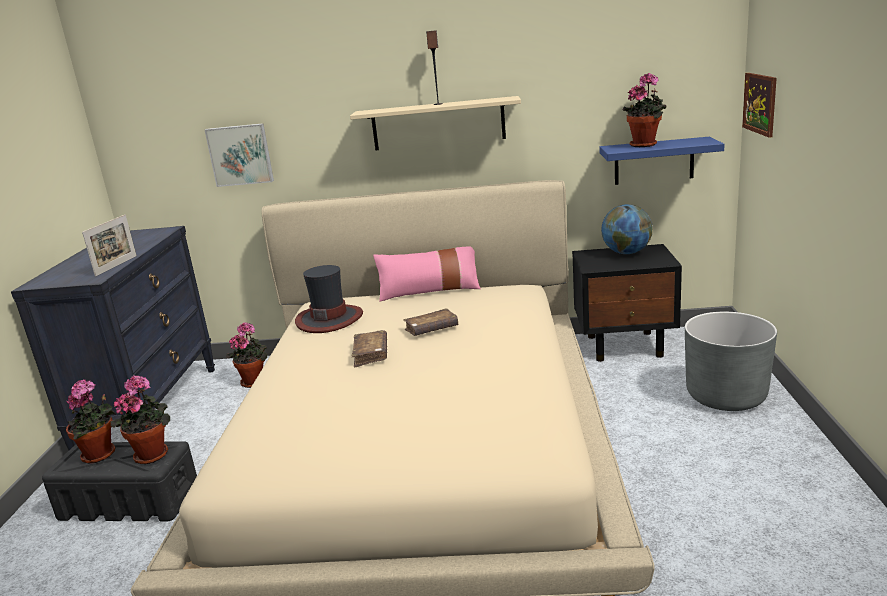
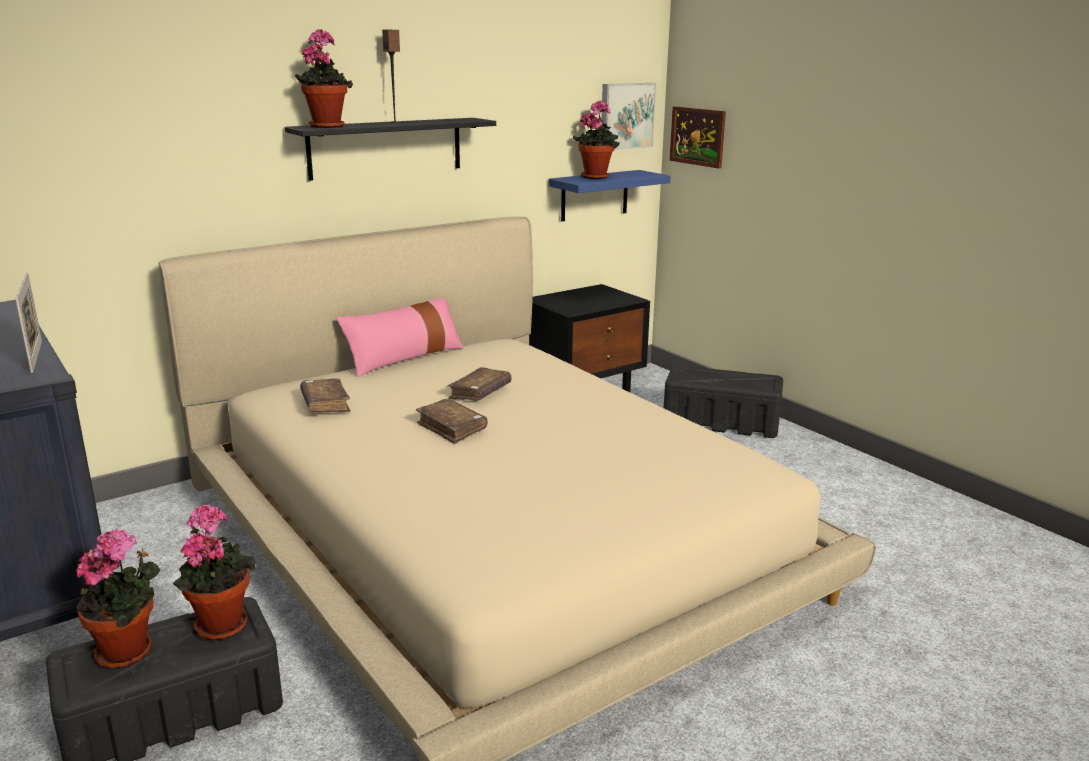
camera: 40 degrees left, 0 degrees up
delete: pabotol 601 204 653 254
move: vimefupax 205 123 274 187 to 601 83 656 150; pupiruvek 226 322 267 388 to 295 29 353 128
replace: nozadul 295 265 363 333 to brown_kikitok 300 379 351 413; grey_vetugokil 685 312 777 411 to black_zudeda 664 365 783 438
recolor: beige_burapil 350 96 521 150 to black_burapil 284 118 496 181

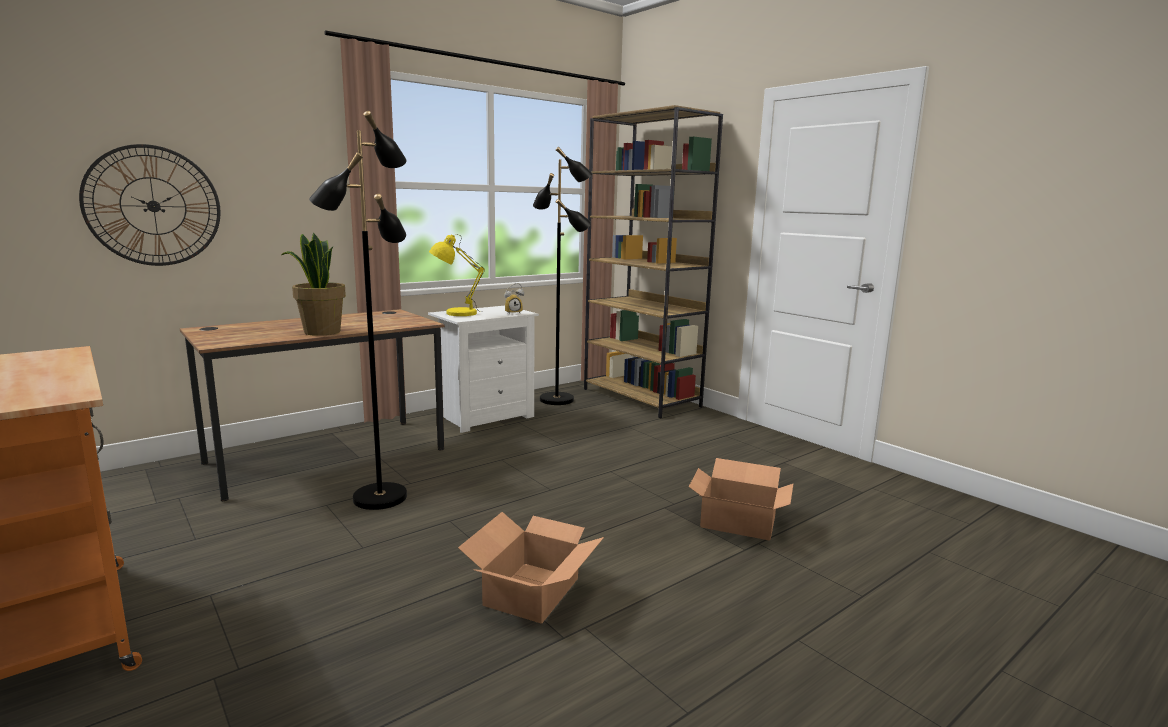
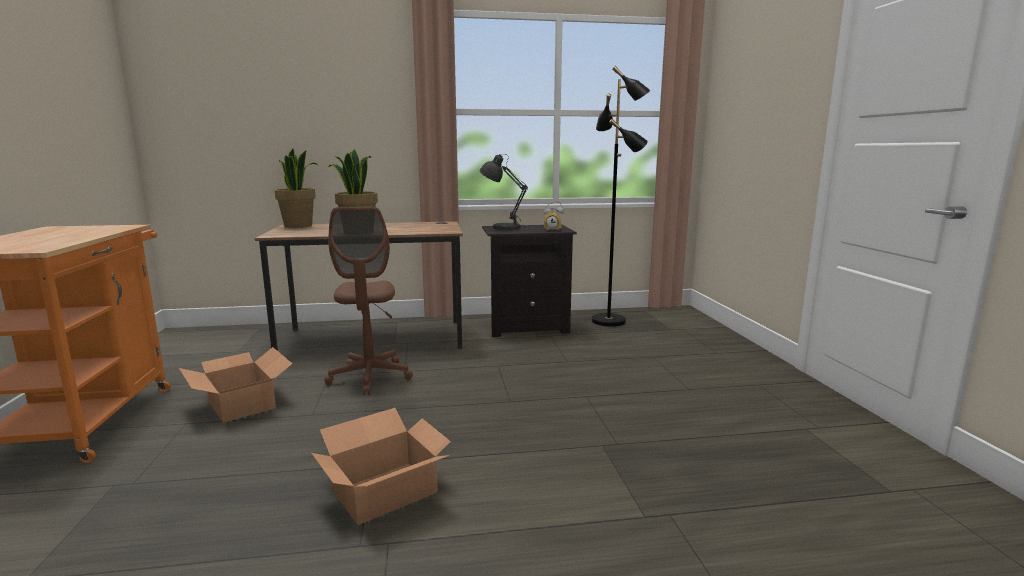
camera: 30 degrees right, 0 degrees up
delete: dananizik 79 144 221 266; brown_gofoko 584 105 723 418
insert: pupiruvek 274 149 318 228
move: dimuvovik 689 458 793 541 to 179 347 292 423
replace: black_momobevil 309 111 407 510 to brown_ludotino 324 207 413 395
recolor: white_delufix 428 306 539 433 to black_delufix 482 225 577 337; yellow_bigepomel 429 234 485 316 to grey_bigepomel 480 154 530 230

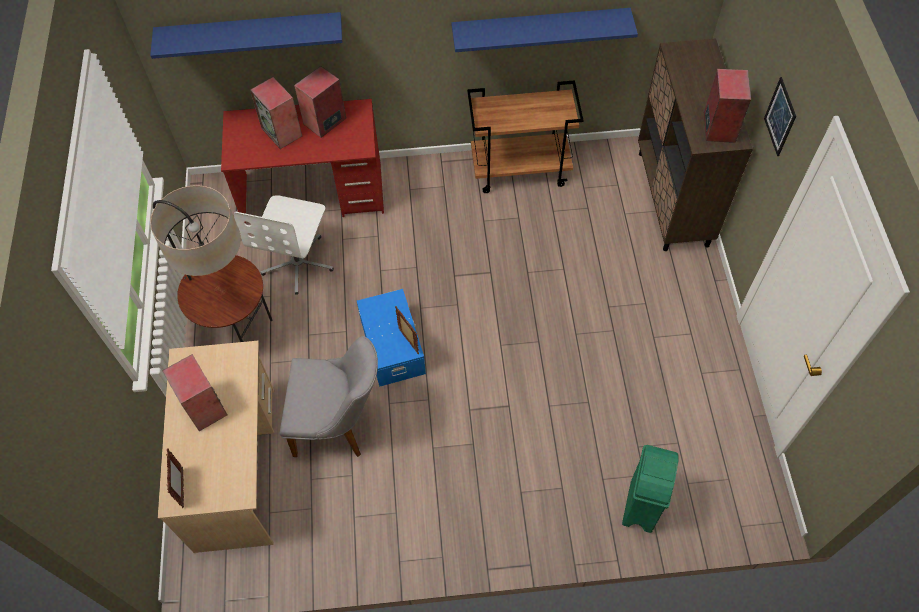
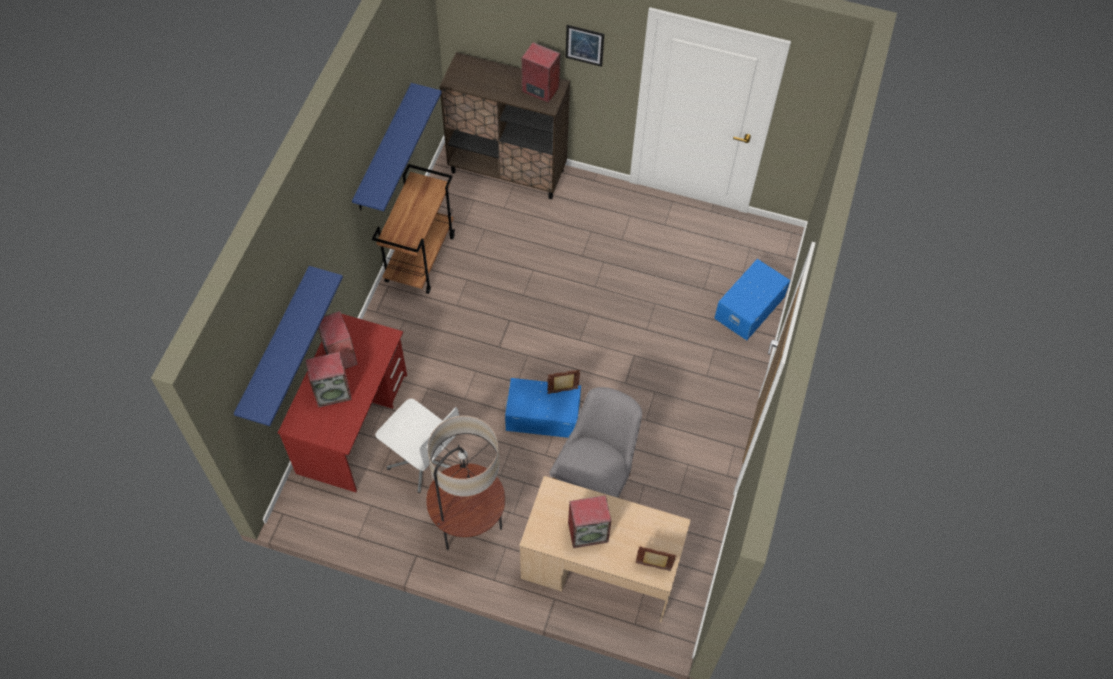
camera: 70 degrees left, 0 degrees up
replace: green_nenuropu 622 445 679 533 to blue_zudeda 714 259 790 340

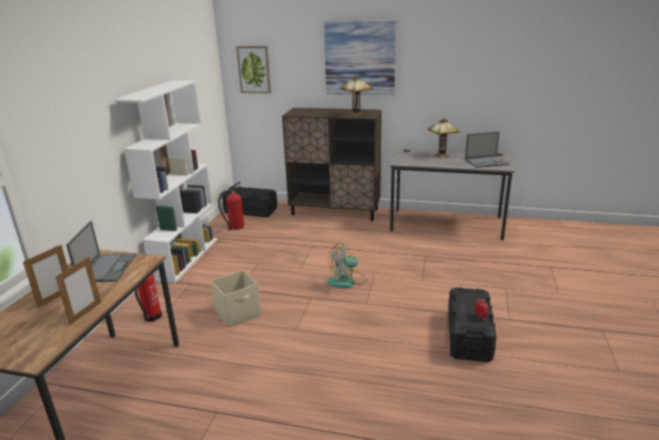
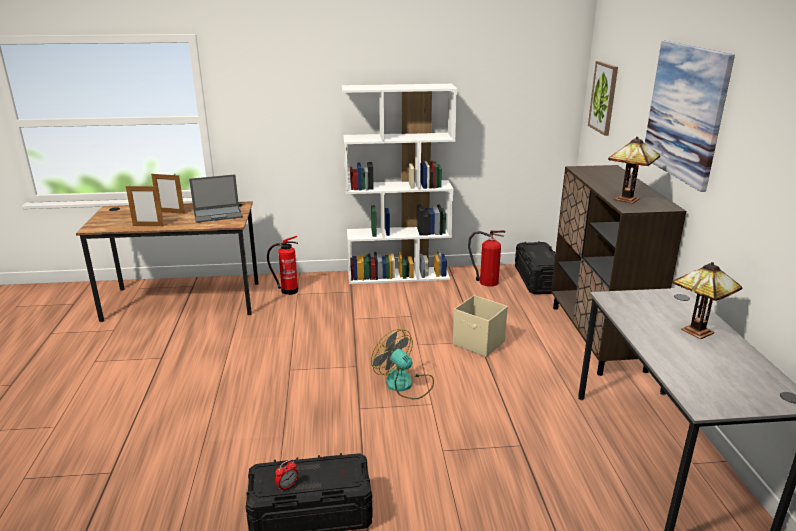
camera: 70 degrees right, 0 degrees up
delete: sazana 465 132 509 168
move: beige_zudeda 211 270 261 327 to 453 295 508 357

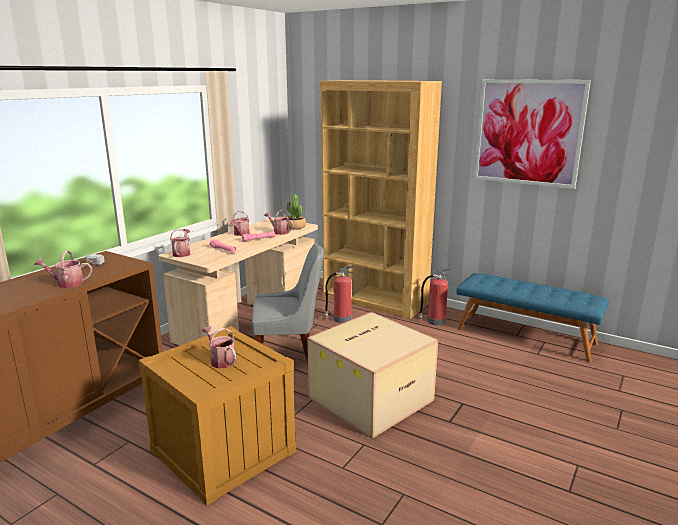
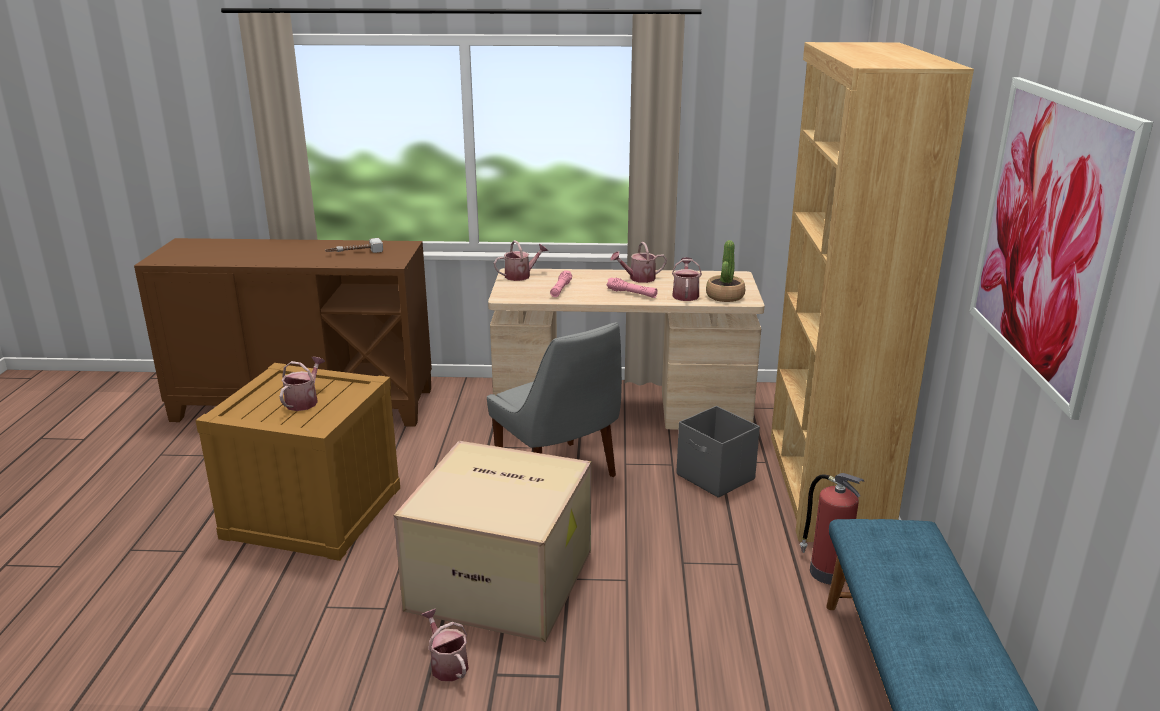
camera: 60 degrees right, 5 degrees up
move: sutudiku 34 250 92 288 to 421 609 469 681
replace: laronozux 324 265 354 323 to grey_zudeda 676 406 760 498

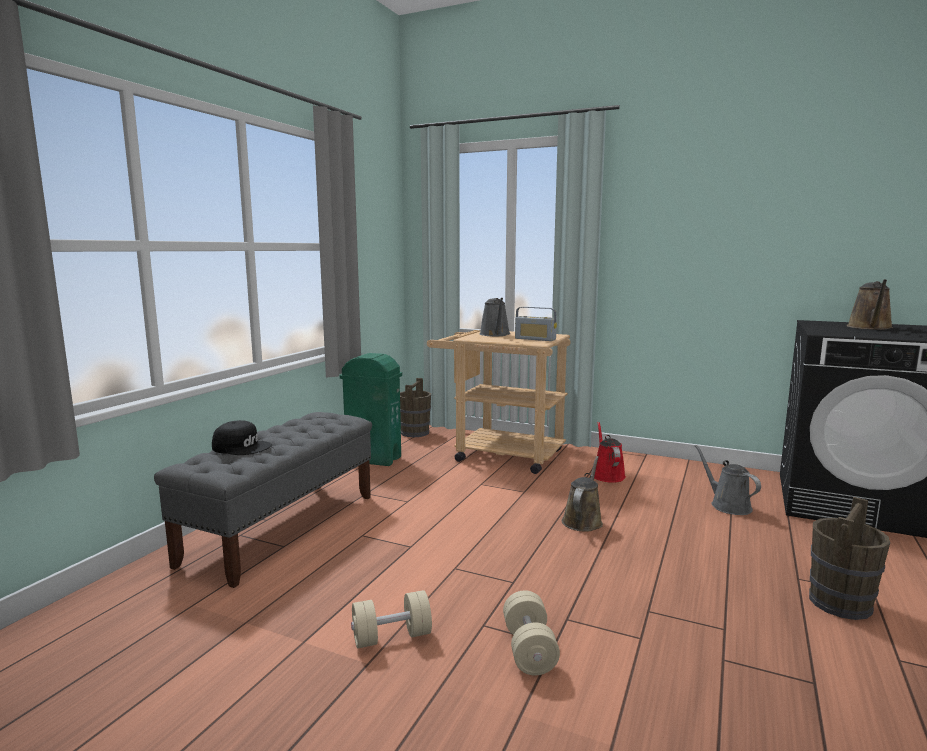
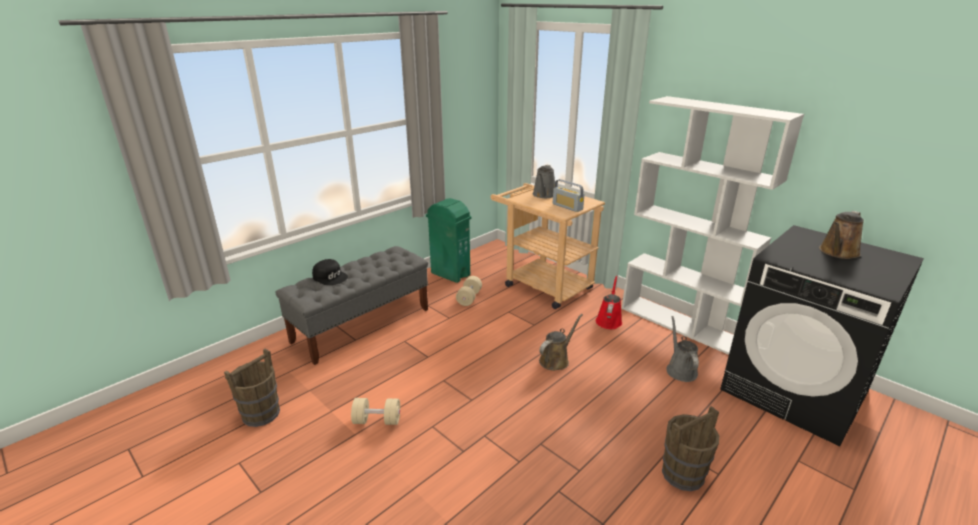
camera: 20 degrees right, 15 degrees up
insert: white_gofoko 622 96 804 355
move: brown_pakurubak 400 378 431 437 to 224 349 280 427; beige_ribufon 503 590 560 675 to 456 276 482 306

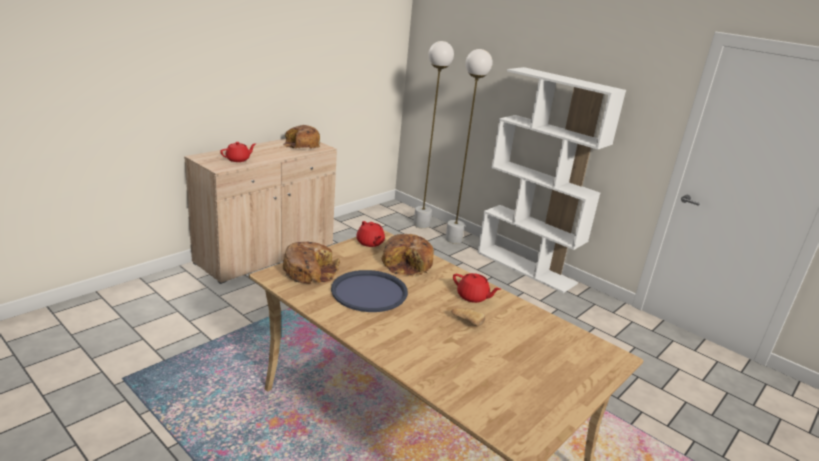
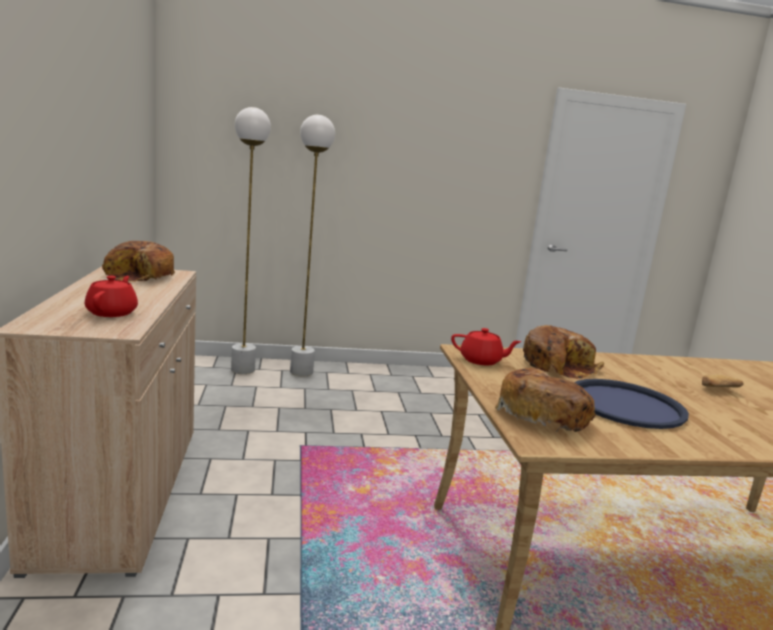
camera: 50 degrees left, 10 degrees down
delete: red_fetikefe 453 273 501 303; white_gofoko 477 67 626 293

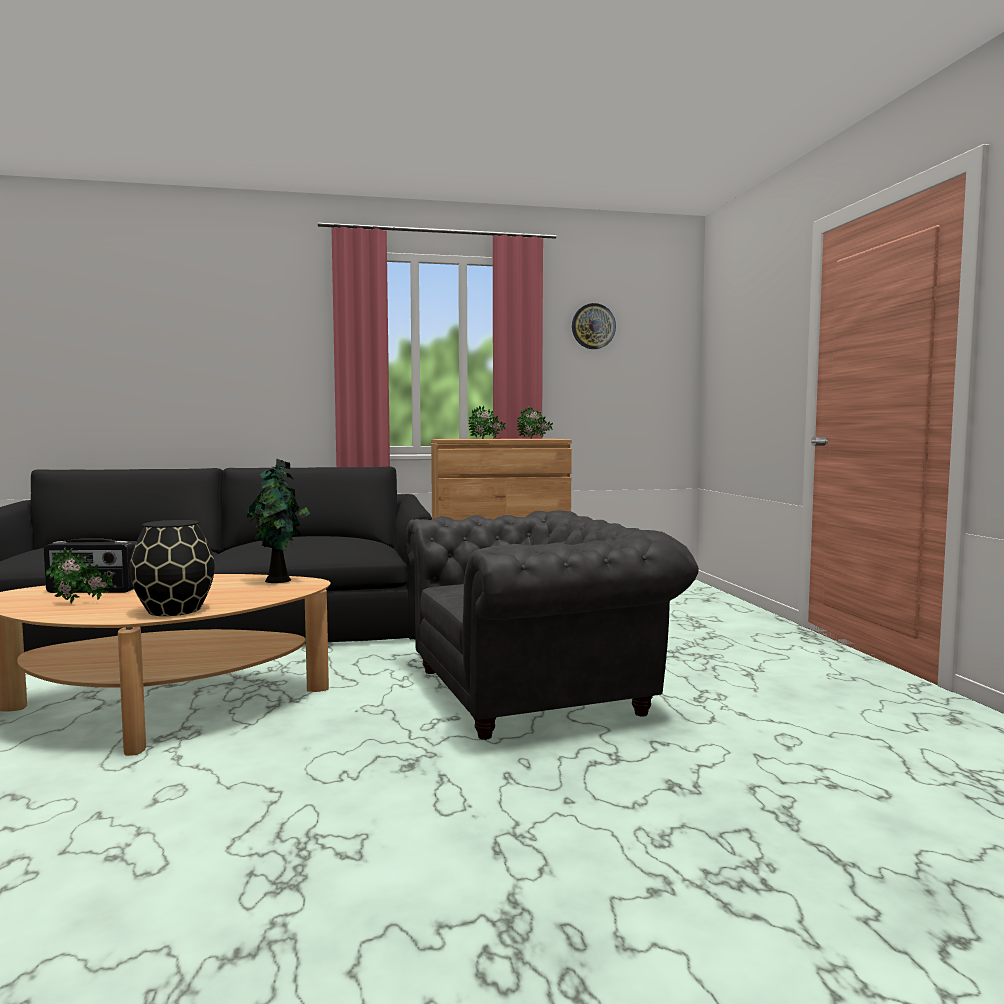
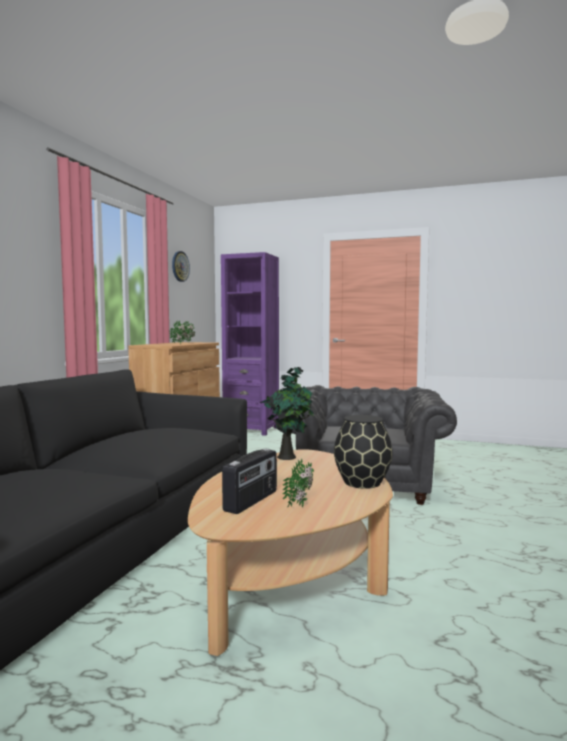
camera: 60 degrees left, 0 degrees up
insert: purple_gofoko 221 252 279 436

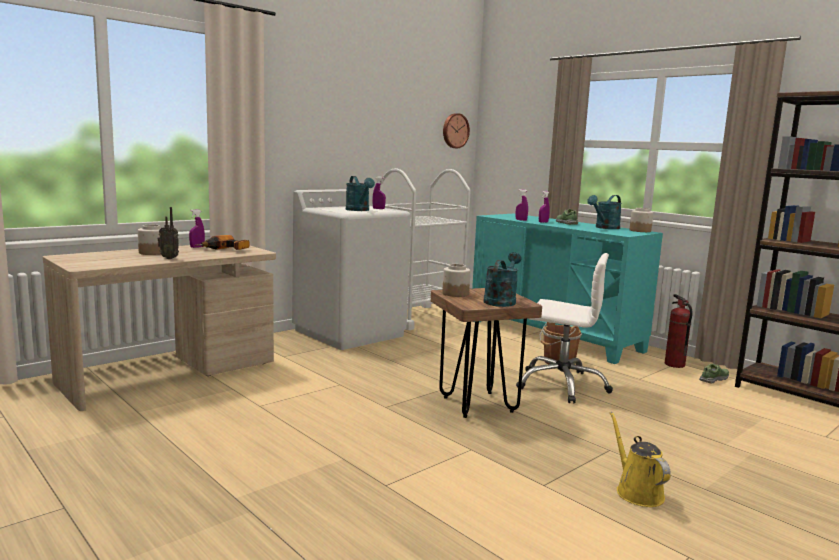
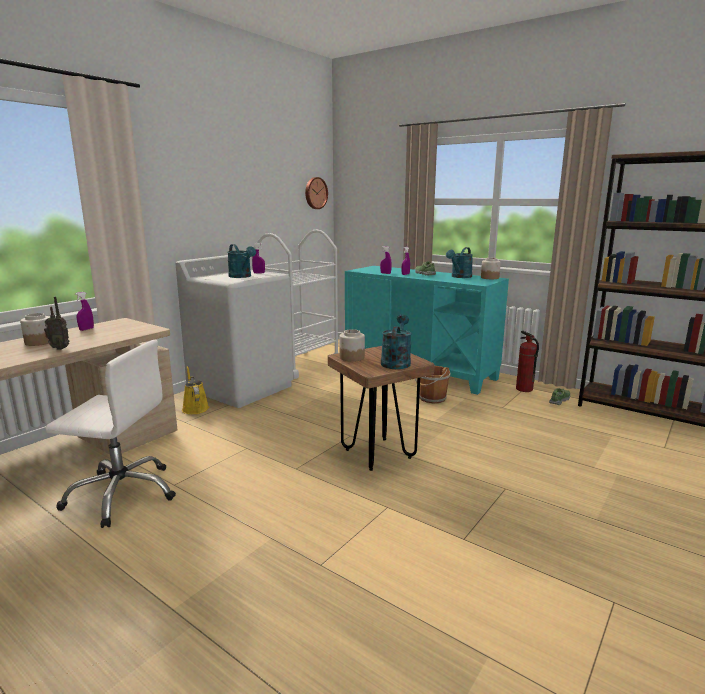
camera: 10 degrees left, 5 degrees up
delete: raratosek 195 235 250 250
move: white_ludotino 516 253 613 403 to 45 340 176 528; yellow_sutudiku 610 412 671 507 to 182 366 209 414

